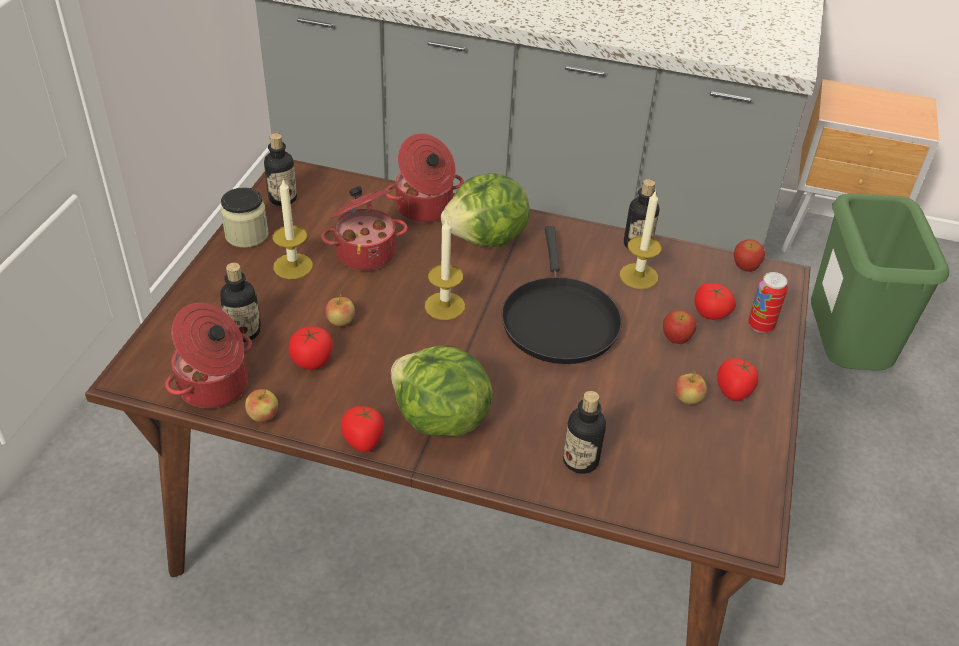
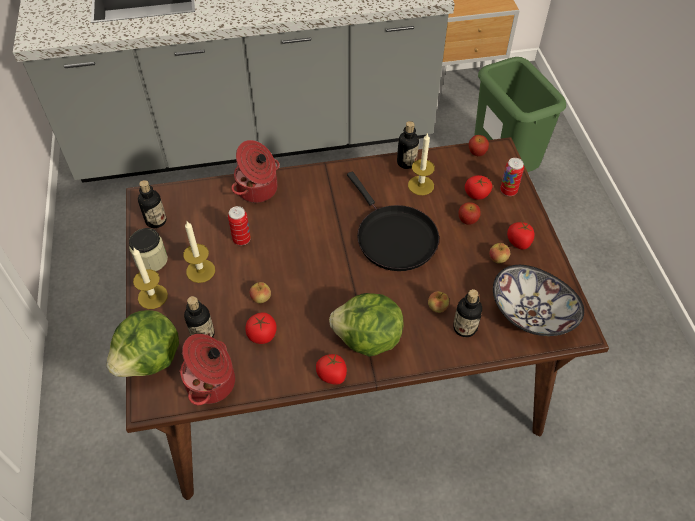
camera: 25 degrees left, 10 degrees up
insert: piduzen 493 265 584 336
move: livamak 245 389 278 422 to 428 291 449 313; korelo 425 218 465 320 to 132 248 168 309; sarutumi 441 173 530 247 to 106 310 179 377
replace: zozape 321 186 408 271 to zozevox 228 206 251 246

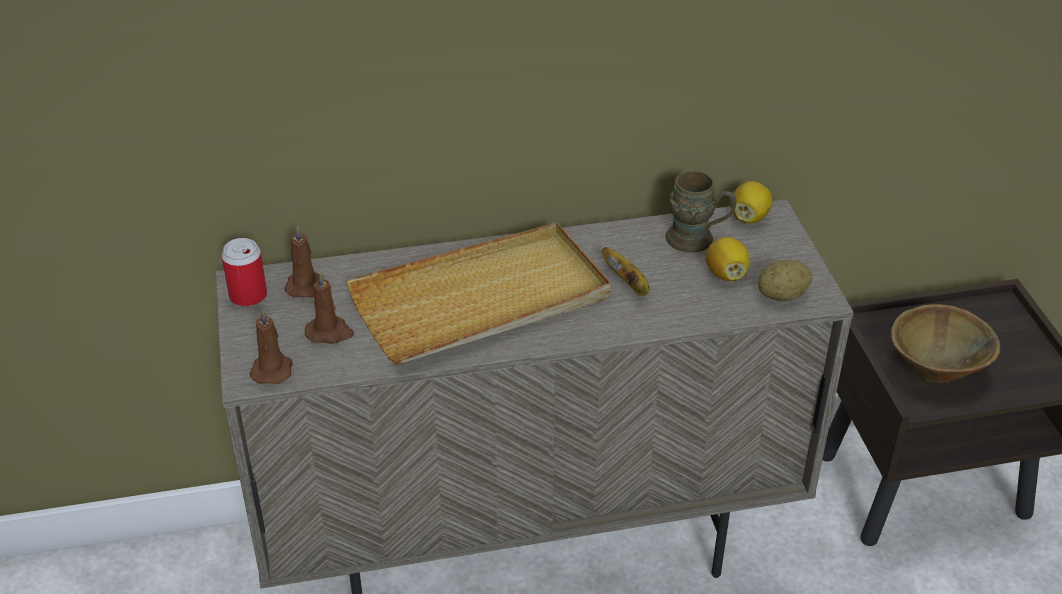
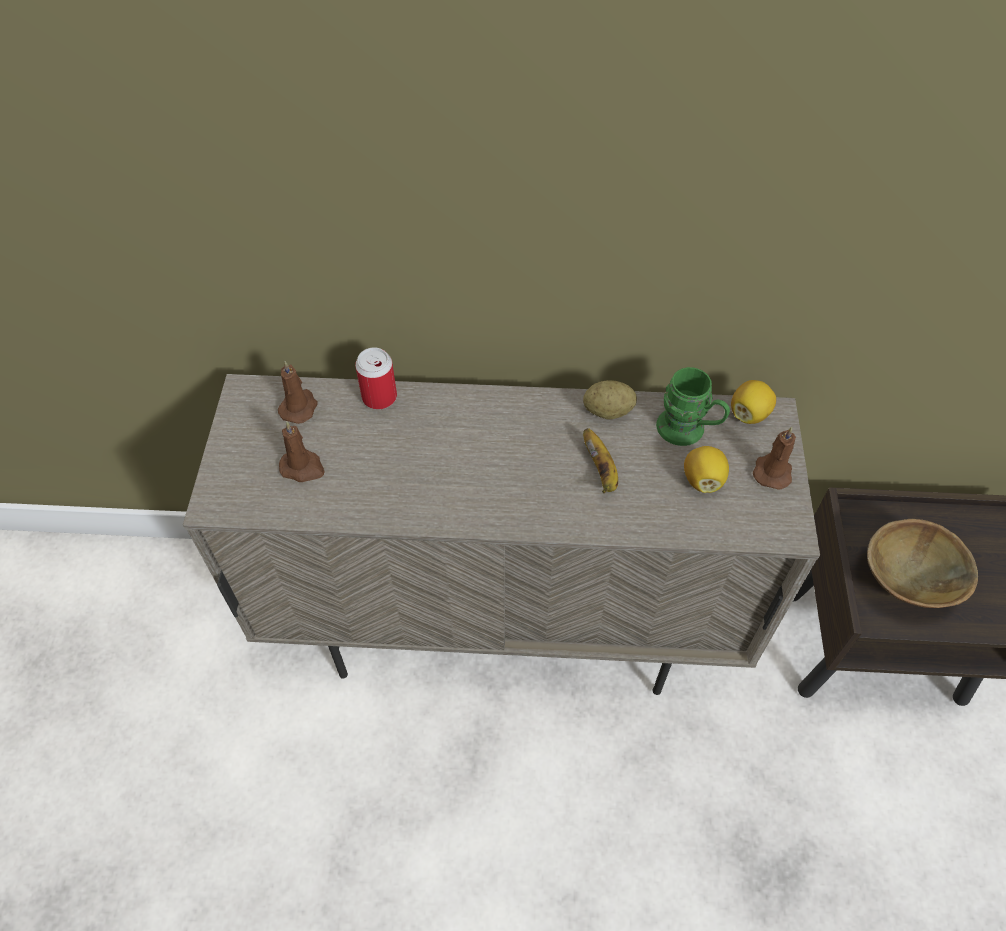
camera: 15 degrees right, 15 degrees up
delete: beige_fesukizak 346 222 611 364
move: zozevox 221 238 267 307 to 355 347 397 409; brown_korelo 250 309 293 384 to 753 427 796 490; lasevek 758 260 812 301 to 583 380 637 419
recolor: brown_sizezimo 665 171 737 253 to green_sizezimo 656 367 730 446

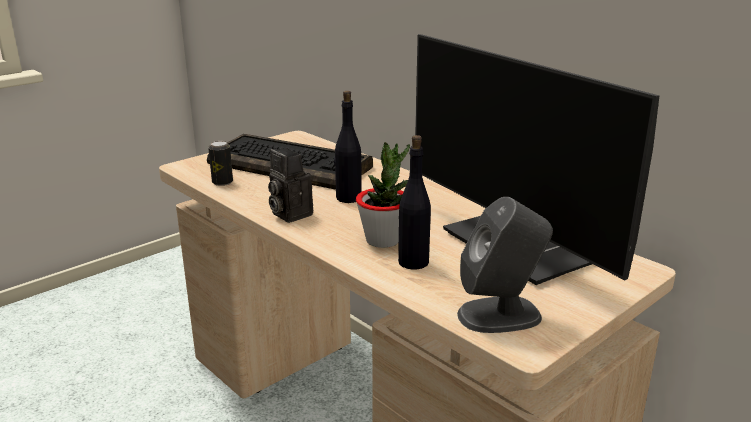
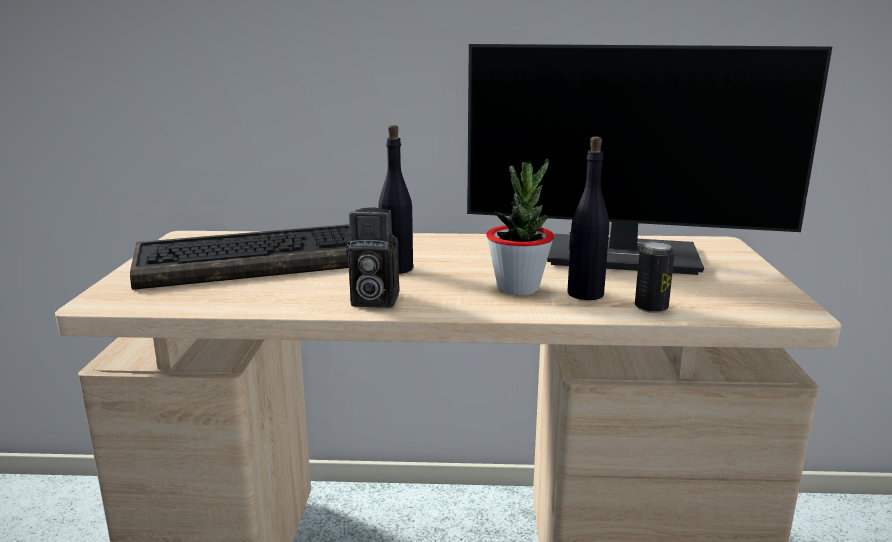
camera: 45 degrees left, 5 degrees down
delete: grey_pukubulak 457 197 553 333
move: zozevox 208 141 233 186 to 635 241 675 313

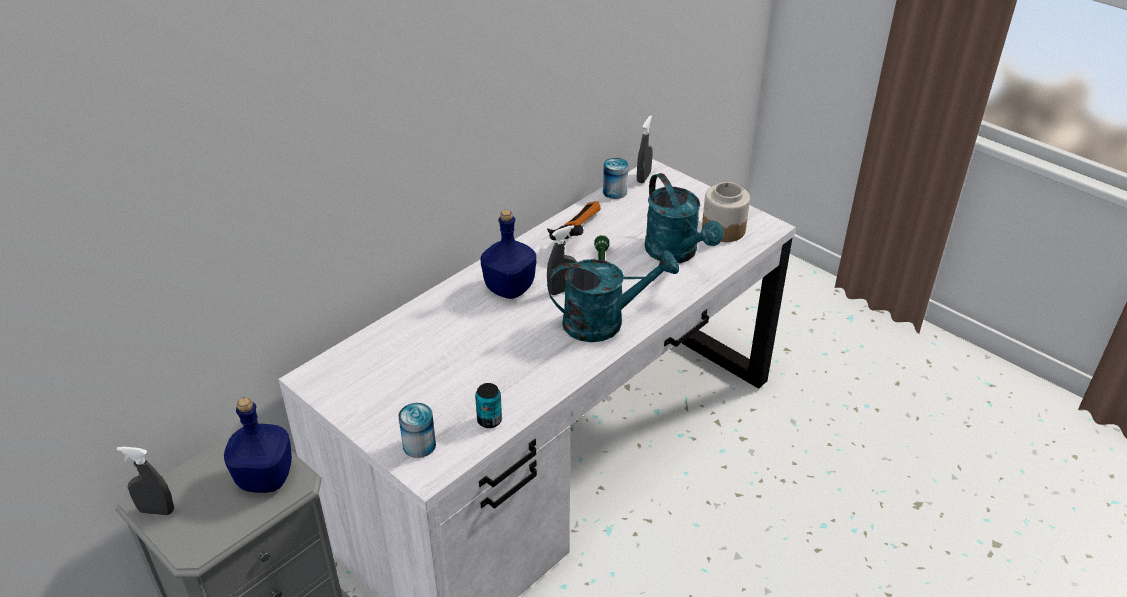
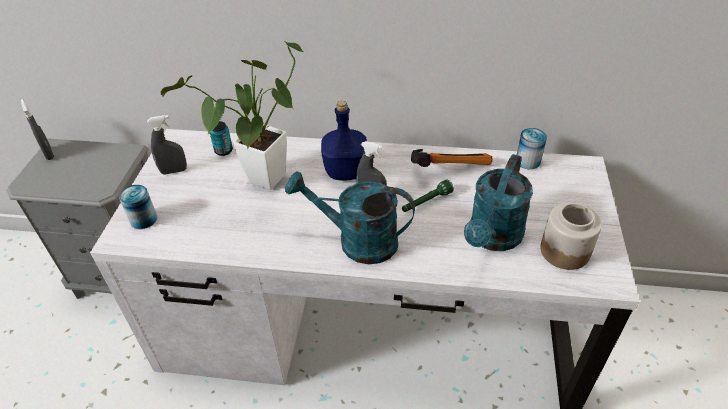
camera: 55 degrees right, 5 degrees up
delete: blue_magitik 224 397 292 493
insert: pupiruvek 160 40 304 190
move: zozevox 475 383 502 428 to 210 121 233 156; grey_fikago 637 115 653 183 to 147 115 187 175
rotate: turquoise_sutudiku 547 250 679 342 = 285 171 415 264 150 degrees clockwise

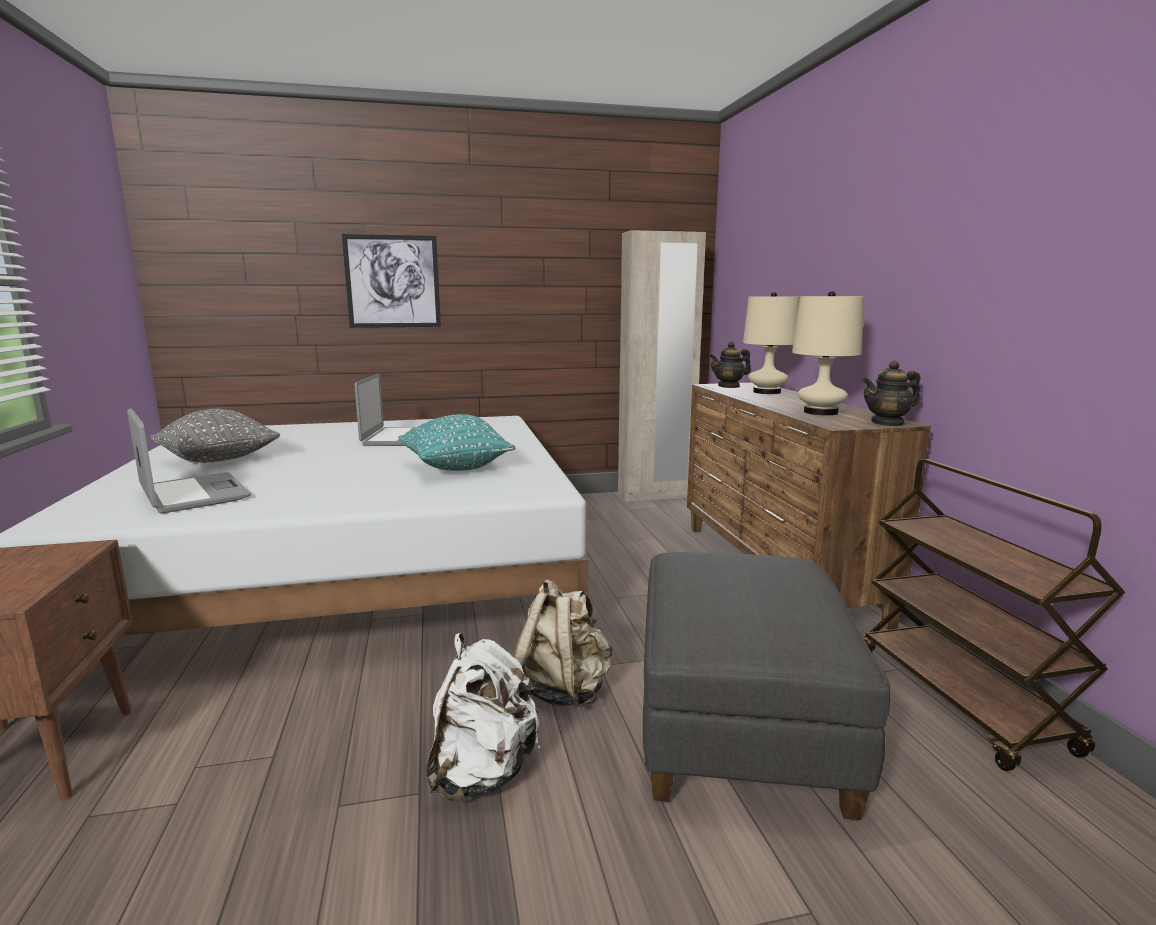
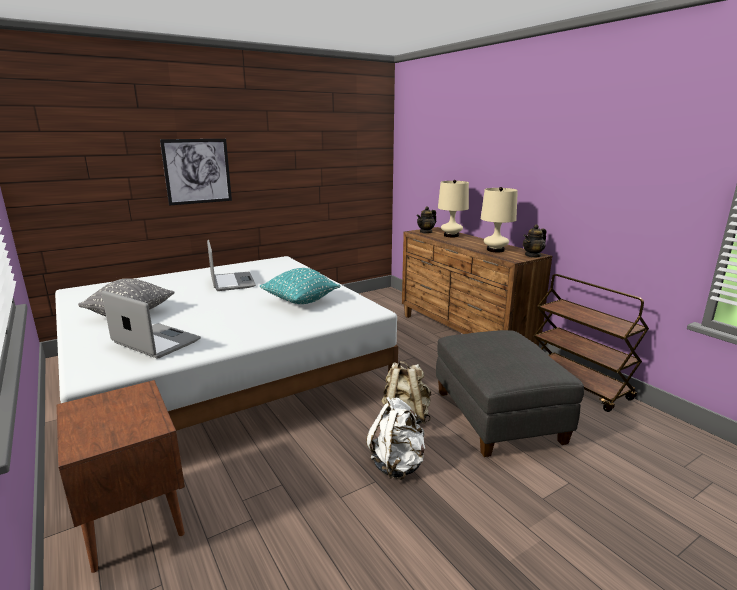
camera: 20 degrees left, 5 degrees up
delete: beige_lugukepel 618 230 706 502

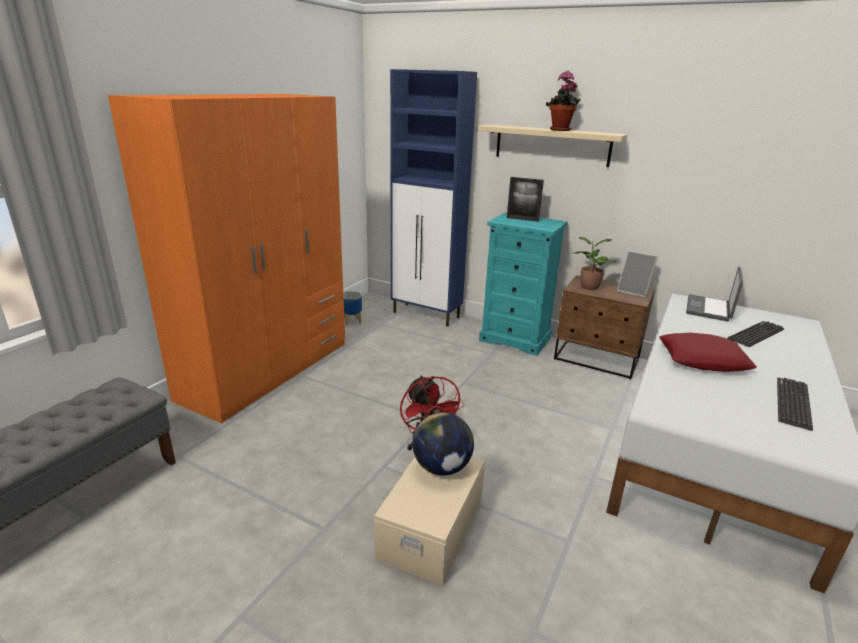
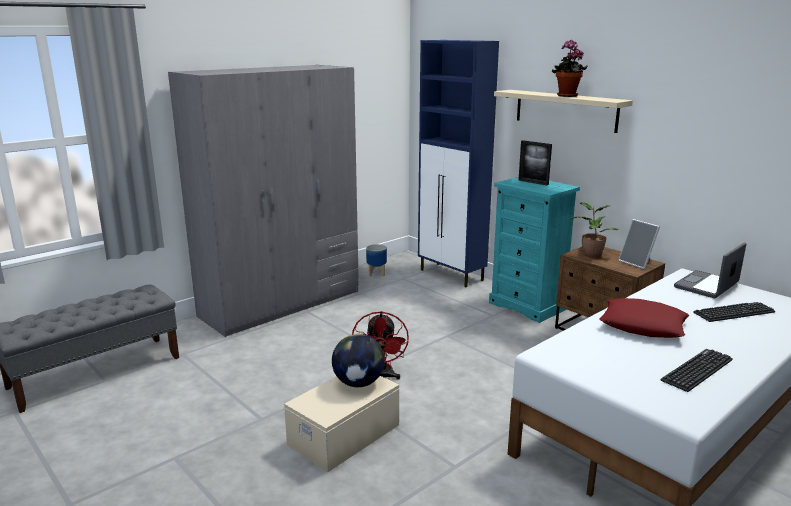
camera: 20 degrees right, 5 degrees down
recolor: orange_lugukepel 108 94 345 423 to grey_lugukepel 168 65 359 337

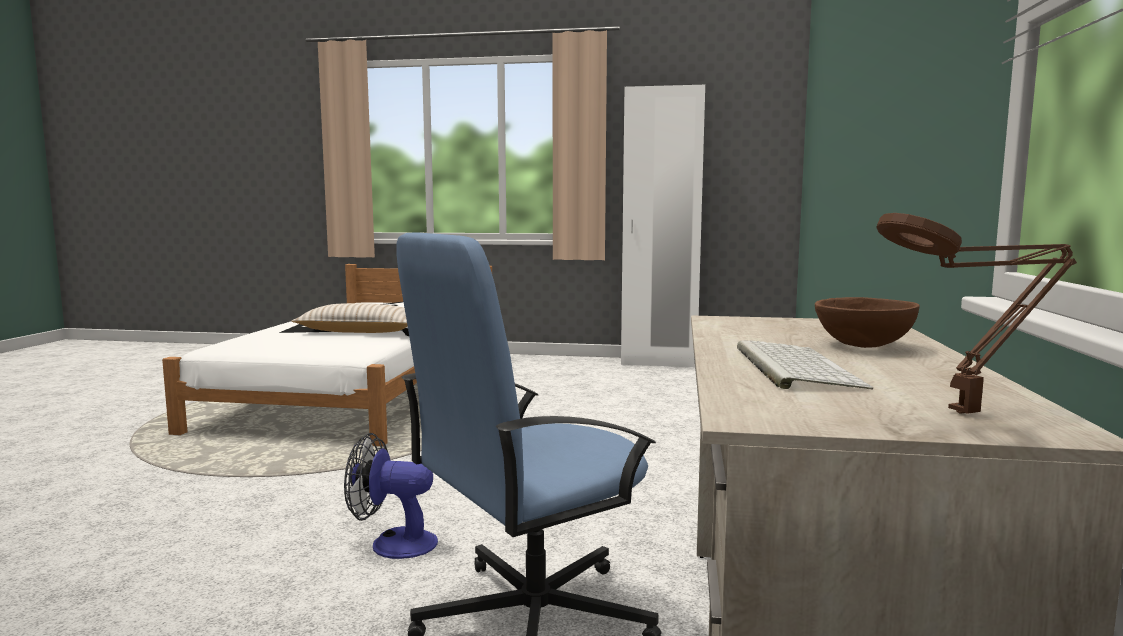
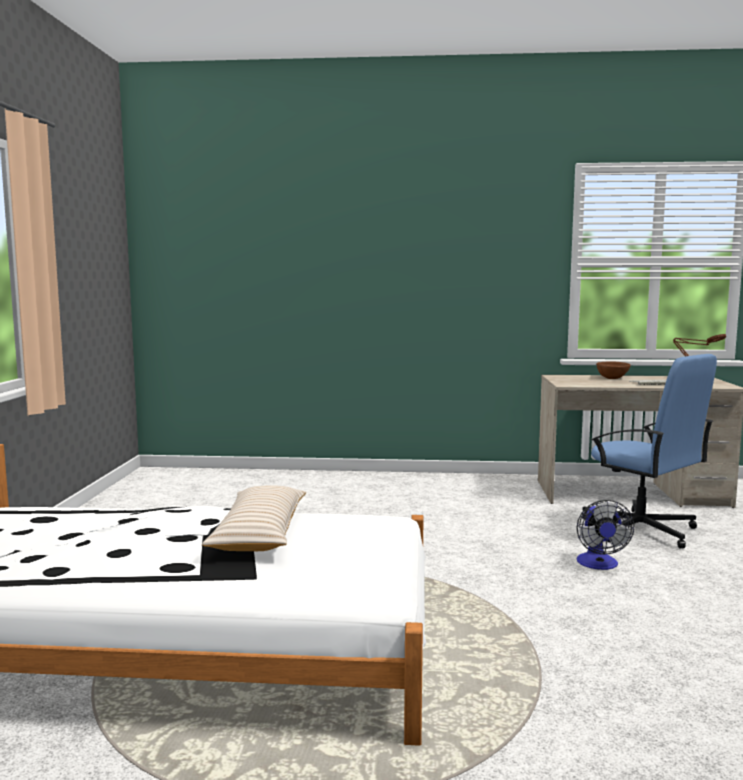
camera: 95 degrees left, 0 degrees up
delete: white_lugukepel 621 85 705 367

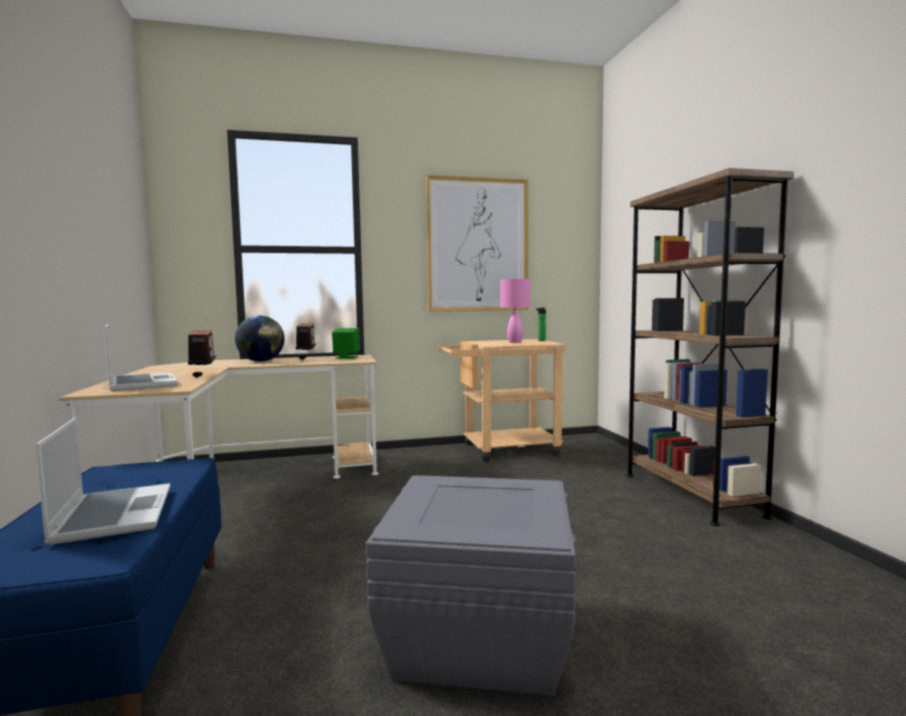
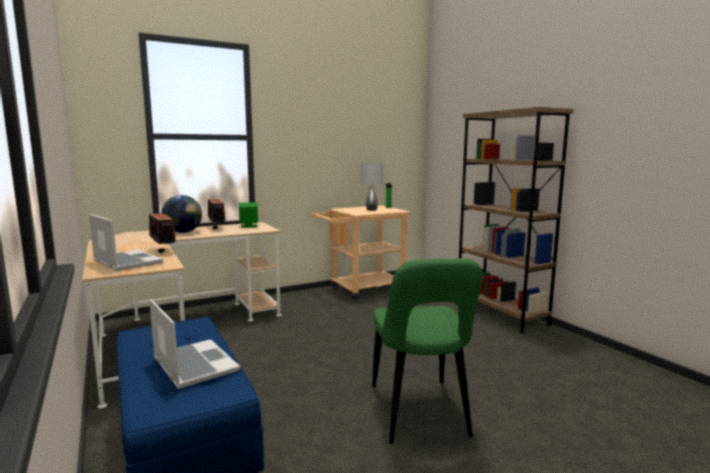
camera: 15 degrees left, 5 degrees up
delete: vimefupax 426 175 529 312
replace: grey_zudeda 366 475 576 696 to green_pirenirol 372 258 483 444
recolor: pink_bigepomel 500 278 530 343 to grey_bigepomel 361 162 383 211

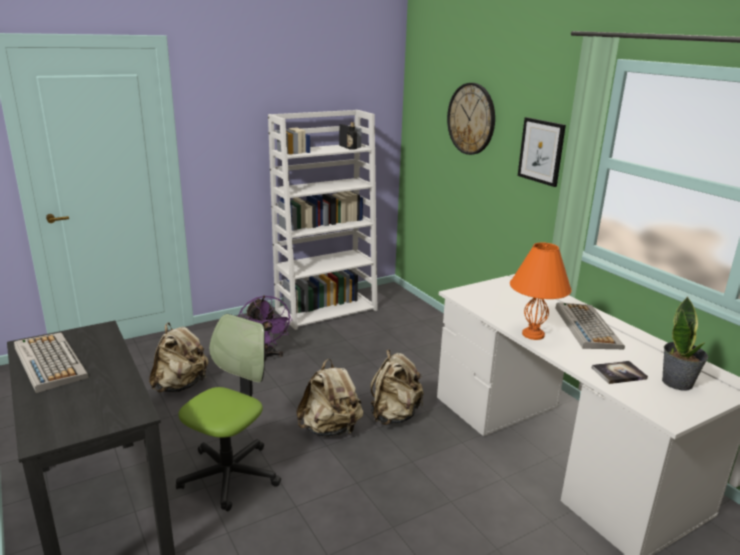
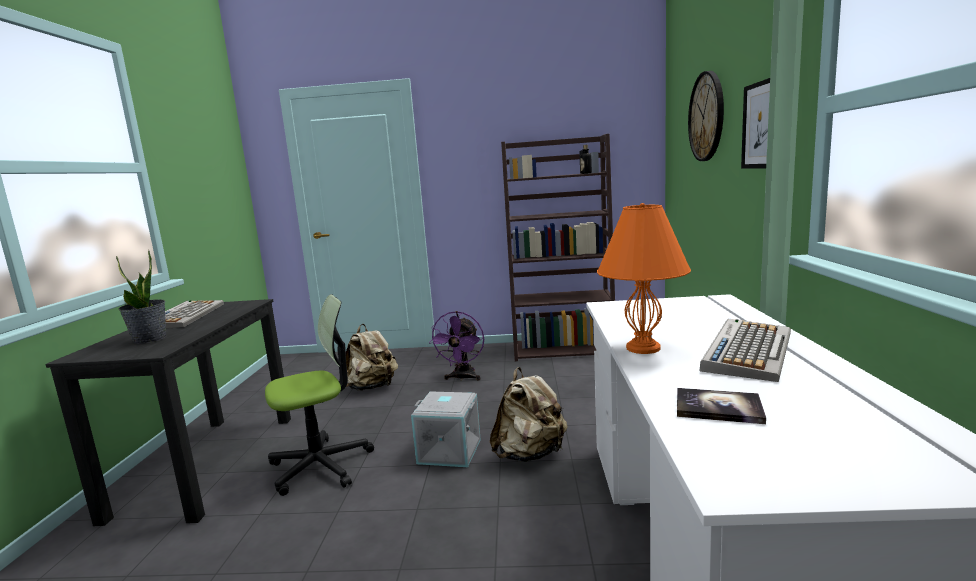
camera: 35 degrees right, 10 degrees down
move: pupiruvek 662 297 708 391 to 116 250 166 344
replace: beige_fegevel 296 359 363 437 to grey_zudeda 411 392 481 467
recolor: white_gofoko 268 110 377 330 to brown_gofoko 501 134 615 361

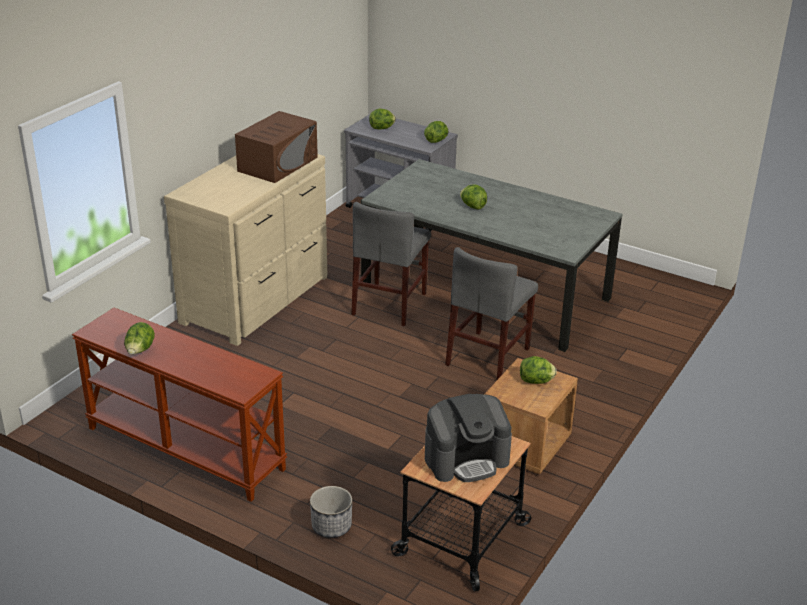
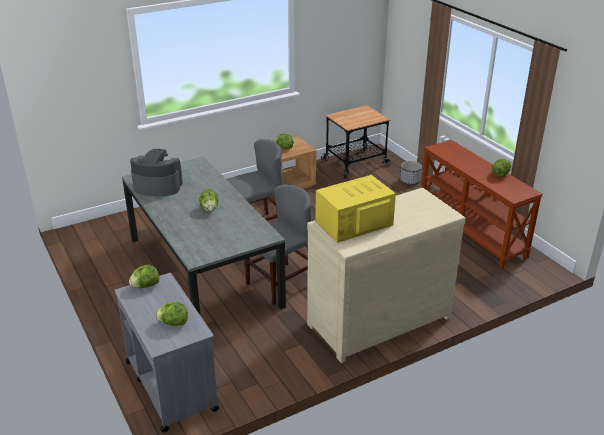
camera: 150 degrees left, 0 degrees up
move: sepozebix 425 394 512 482 to 130 149 183 196
recolor: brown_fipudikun 235 111 318 183 to yellow_fipudikun 315 175 396 243

